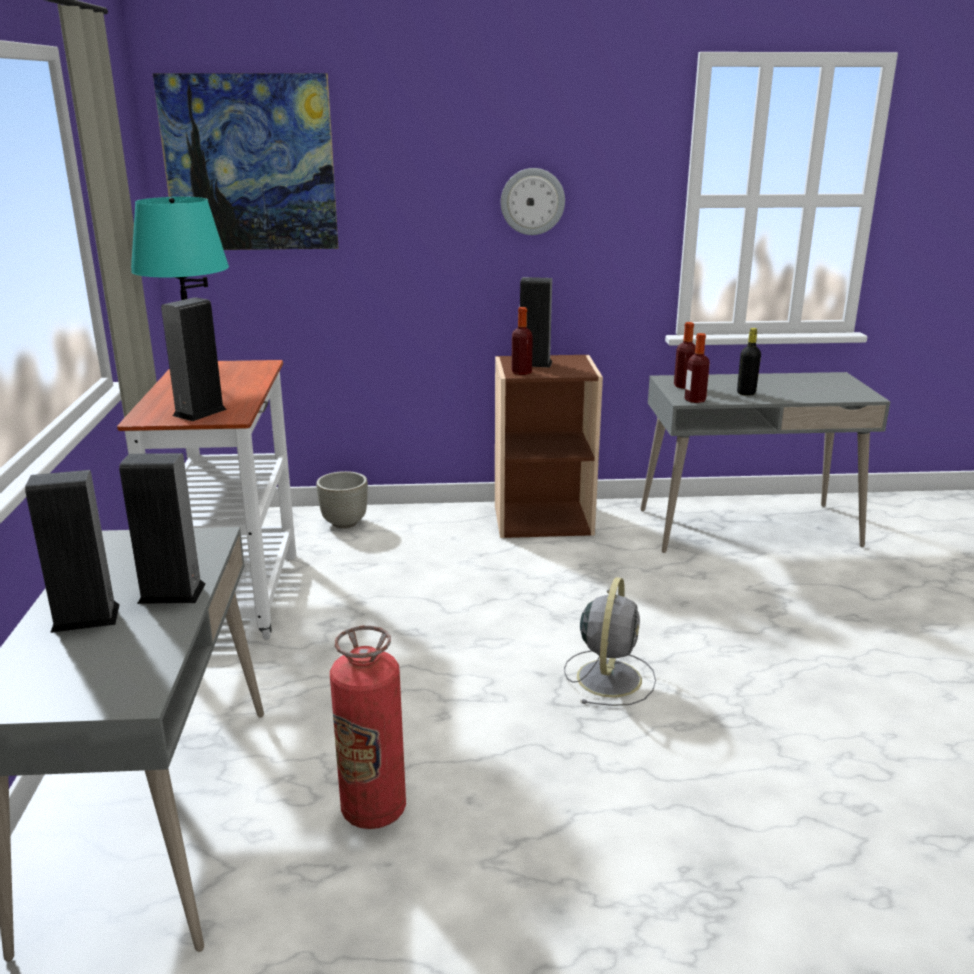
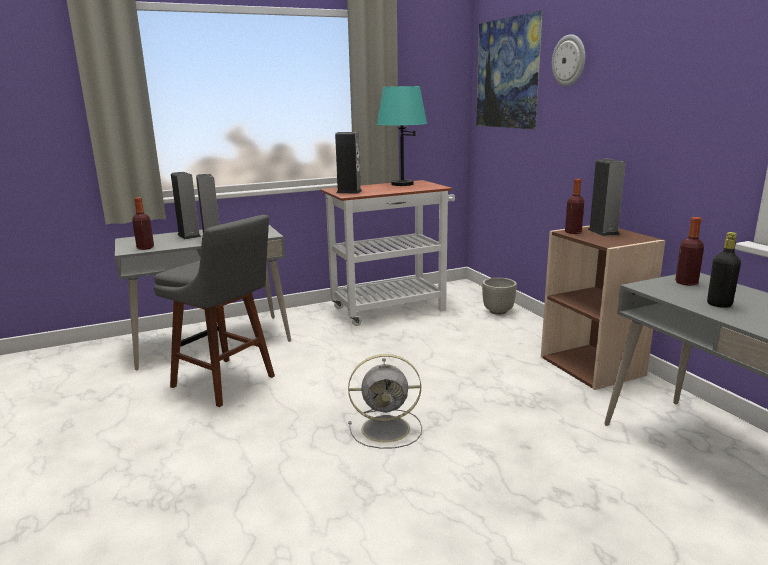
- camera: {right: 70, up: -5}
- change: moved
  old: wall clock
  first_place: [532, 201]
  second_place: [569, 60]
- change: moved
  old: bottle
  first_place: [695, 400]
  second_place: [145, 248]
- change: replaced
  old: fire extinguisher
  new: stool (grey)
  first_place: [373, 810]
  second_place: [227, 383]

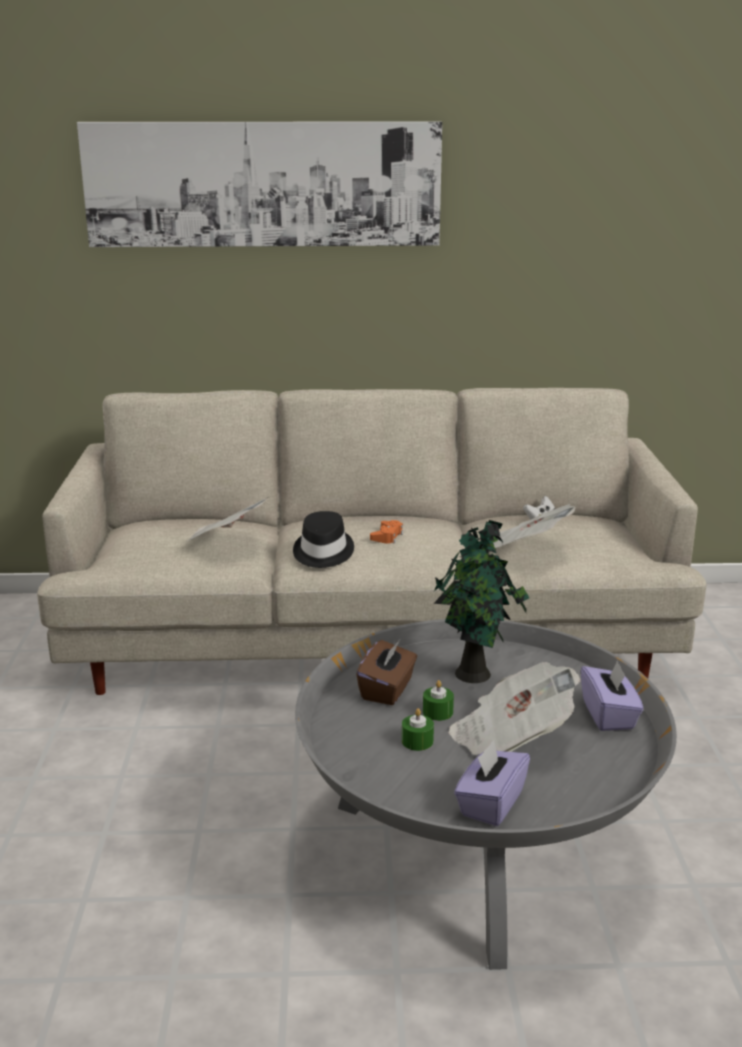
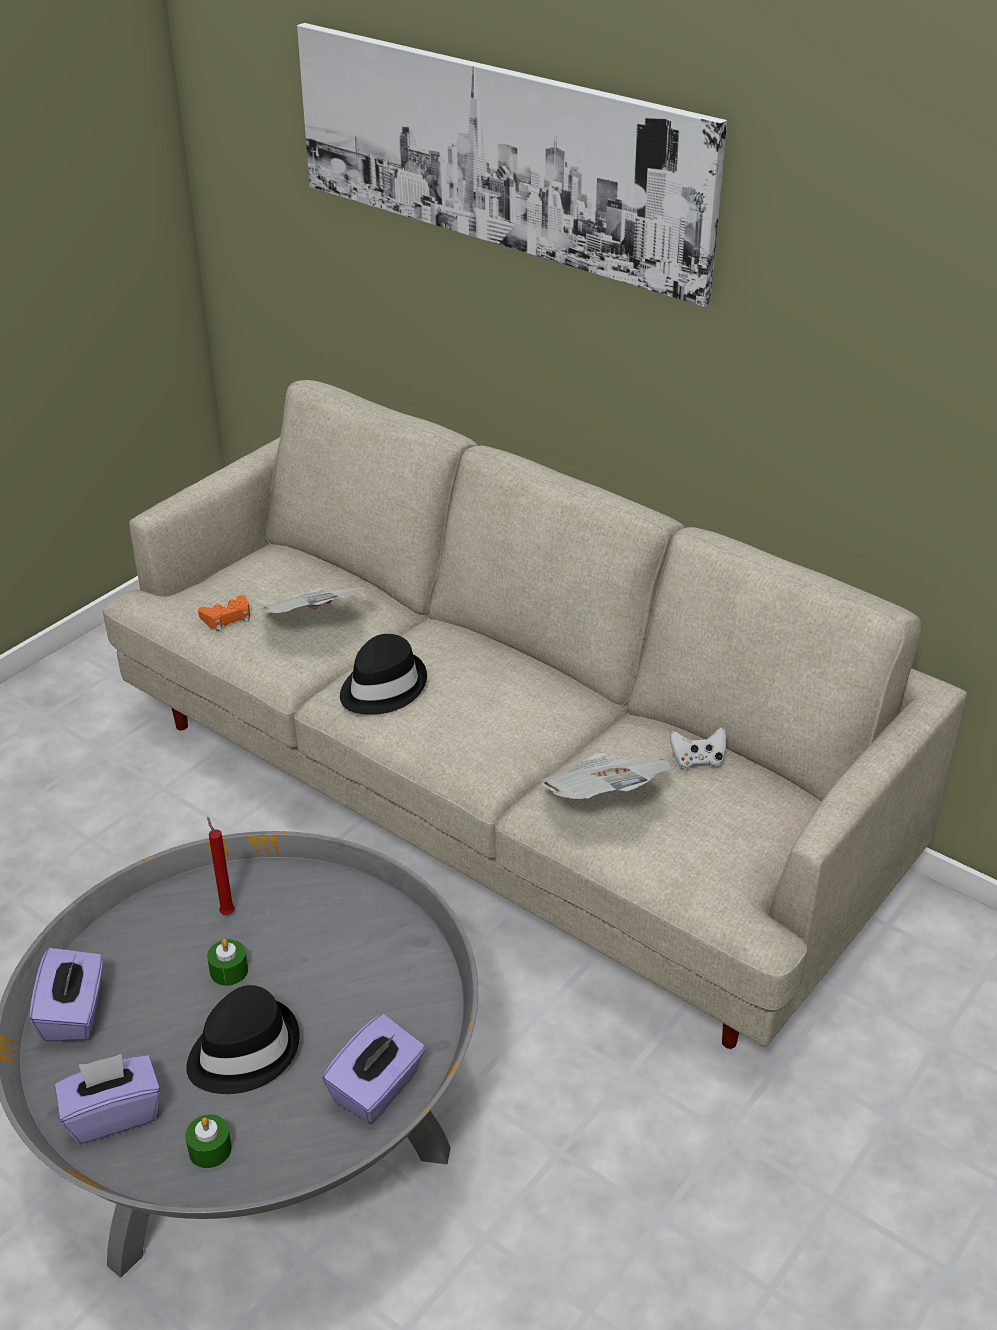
- camera: {right: 40, up: 15}
- change: moved
  old: game controller (orange)
  first_place: [387, 536]
  second_place: [227, 617]
- change: removed
  old: potted plant
  first_place: [475, 675]
- change: replaced
  old: tissue box (brown)
  new: candle (red)
  first_place: [387, 690]
  second_place: [226, 912]
- change: replaced
  old: newspaper
  new: hat (black)
  first_place: [511, 738]
  second_place: [243, 1050]
- change: moved
  old: candle (green)
  first_place: [417, 741]
  second_place: [210, 1149]
- change: added
  new: tissue box (purple)
  second_place: [74, 1013]

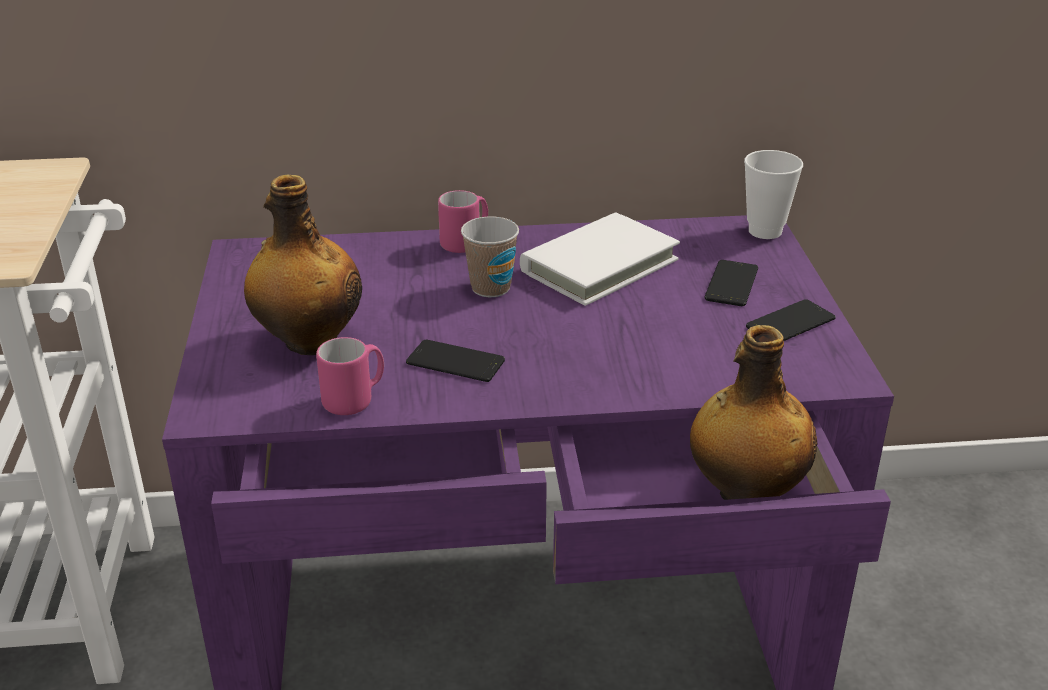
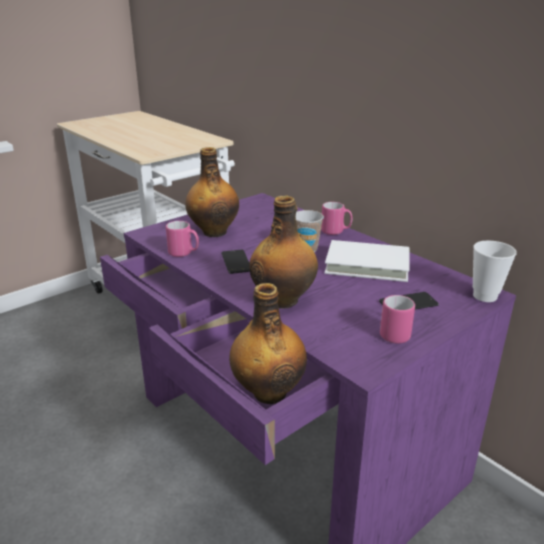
- camera: {right: 55, up: -5}
- change: replaced
  old: phone
  new: mug (pink)
  first_place: [790, 323]
  second_place: [395, 333]
- change: added
  new: bottle
  second_place: [284, 300]

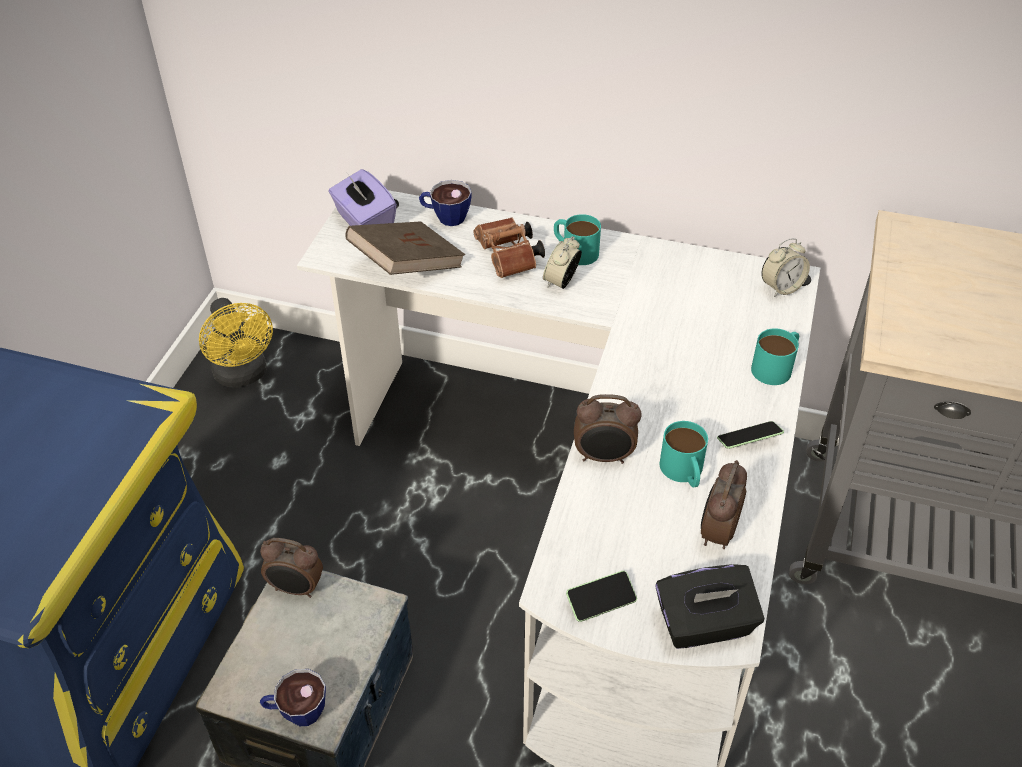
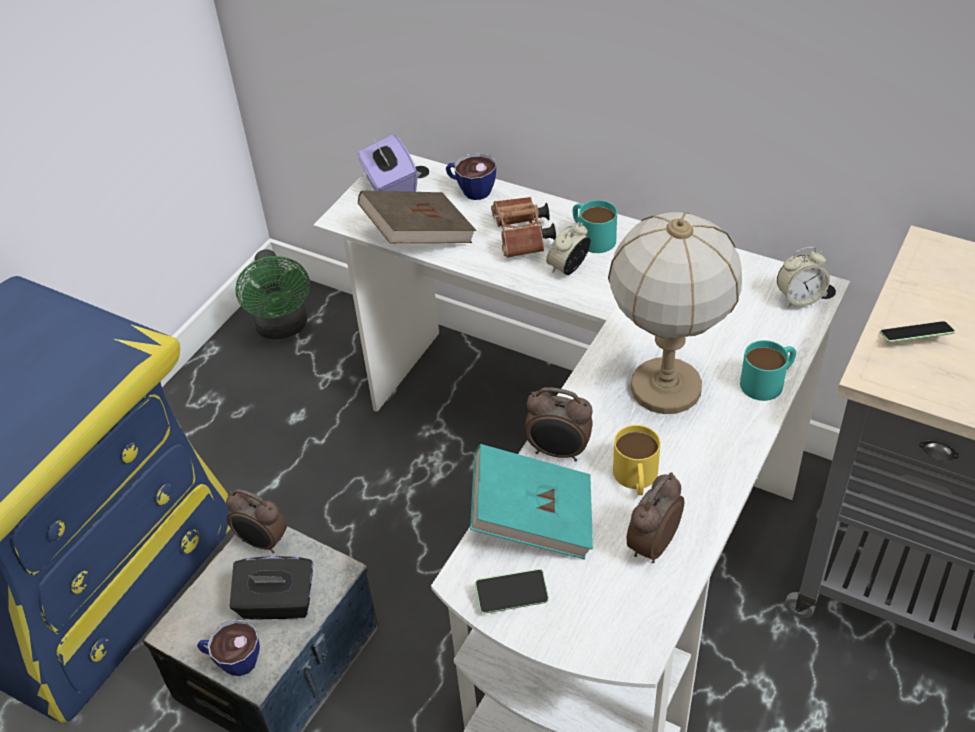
- camera: {right: 15, up: 0}
- change: recoloured
  old: fan (yellow)
  new: fan (green)
  first_place: [243, 375]
  second_place: [283, 328]
- change: recoloured
  old: mug (turquoise)
  new: mug (yellow)
  first_place: [684, 472]
  second_place: [636, 479]
- change: moved
  old: phone
  first_place: [748, 441]
  second_place: [915, 339]
- change: moved
  old: tissue box (black)
  first_place: [704, 625]
  second_place: [277, 604]
- change: added
  new: table lamp
  second_place: [665, 389]
- change: added
  new: book (turquoise)
  second_place: [533, 520]

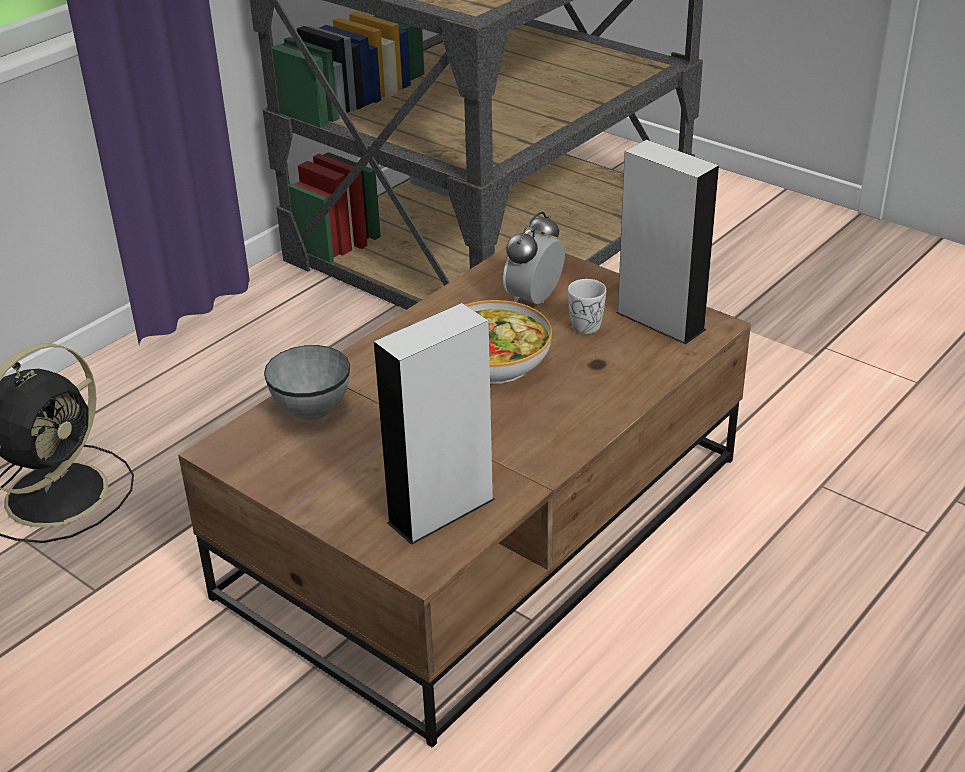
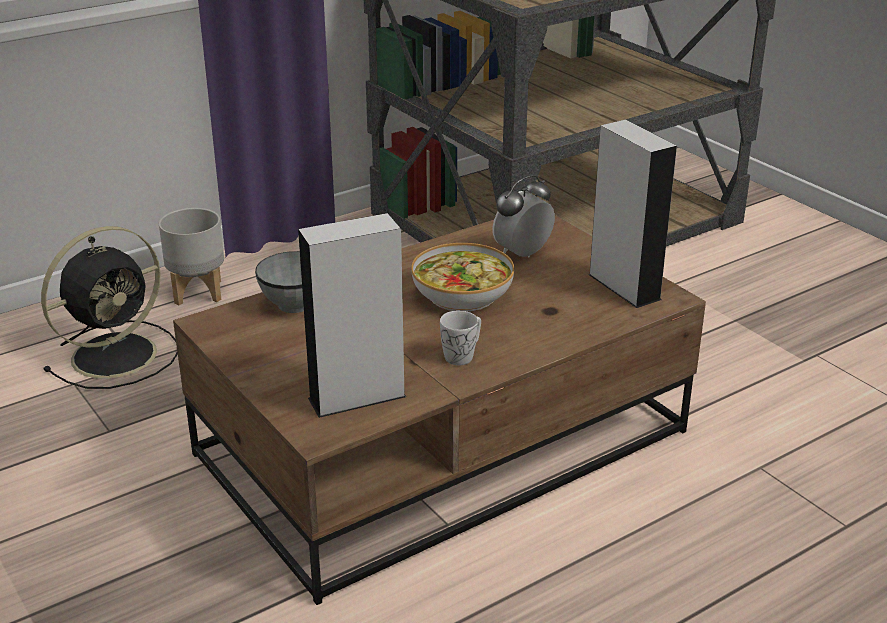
- camera: {right: 15, up: -5}
- change: moved
  old: mug (white)
  first_place: [588, 323]
  second_place: [462, 355]
- change: added
  new: planter (grey)
  second_place: [198, 292]

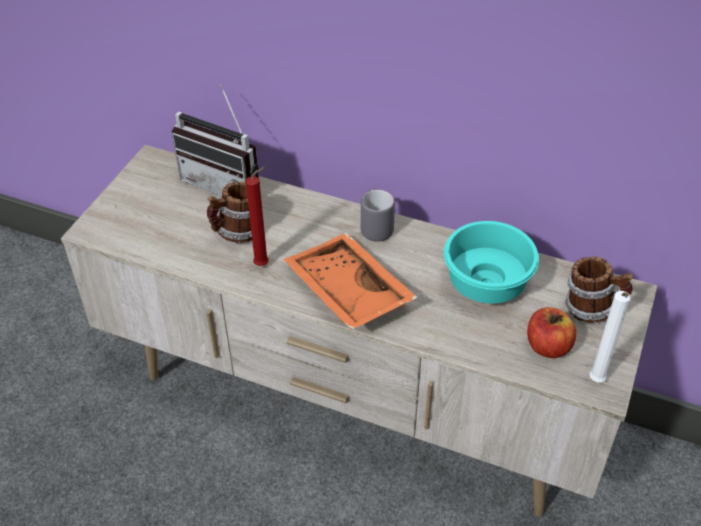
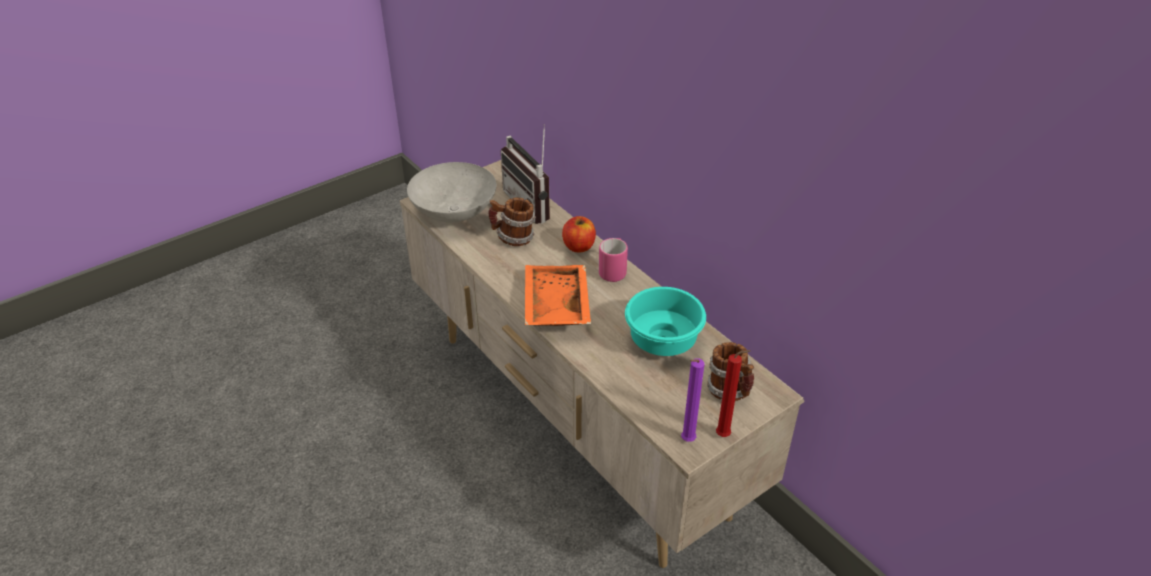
- camera: {right: 30, up: -5}
- change: moved
  old: candle (red)
  first_place: [264, 264]
  second_place: [725, 436]
- change: recoloured
  old: mug (grey)
  new: mug (pink)
  first_place: [375, 227]
  second_place: [613, 271]
- change: recoloured
  old: candle (white)
  new: candle (purple)
  first_place: [596, 382]
  second_place: [686, 441]
- change: moved
  old: apple
  first_place: [547, 346]
  second_place: [578, 246]
- change: added
  new: bowl (grey)
  second_place: [455, 214]

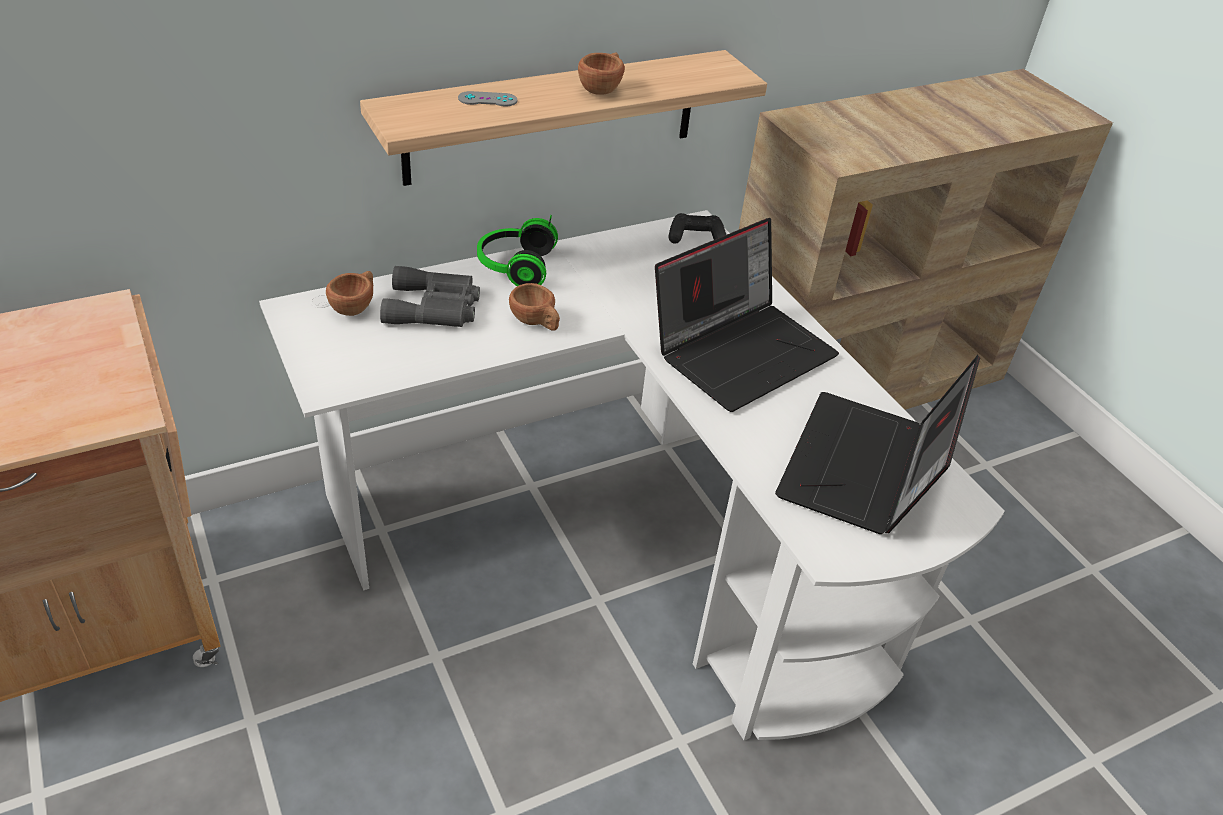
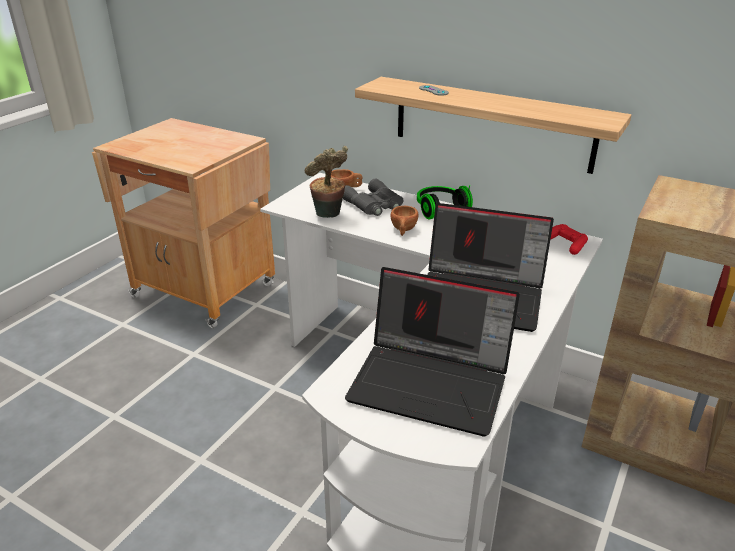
- camera: {right: 60, up: -10}
- change: removed
  old: cup (brown)
  first_place: [602, 89]
- change: recoloured
  old: game controller (black)
  new: game controller (red)
  first_place: [696, 237]
  second_place: [565, 244]
- change: turned
  old: laptop
  first_place: [865, 470]
  second_place: [432, 382]
  degrees: -150
- change: added
  new: potted plant
  second_place: [329, 216]

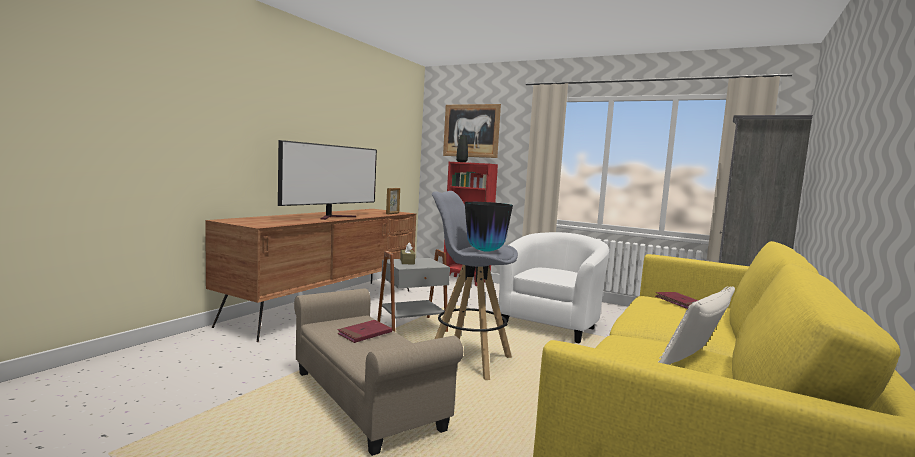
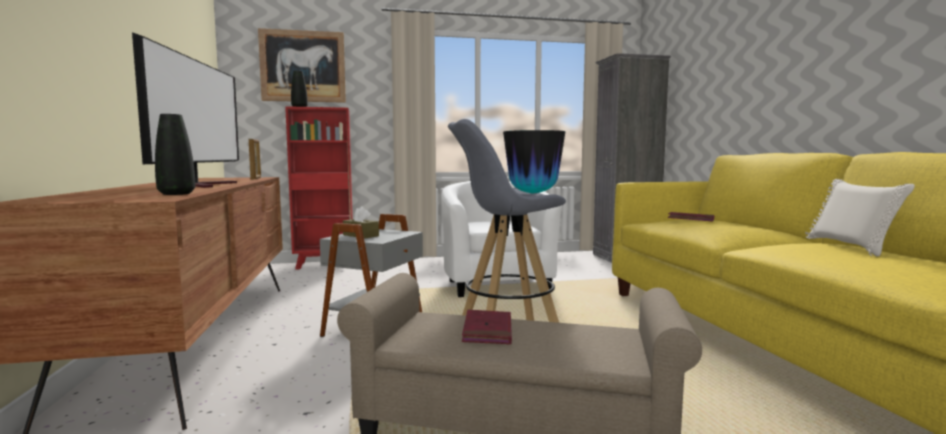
- camera: {right: -40, up: 0}
- change: added
  new: vase (black)
  second_place: [176, 194]

